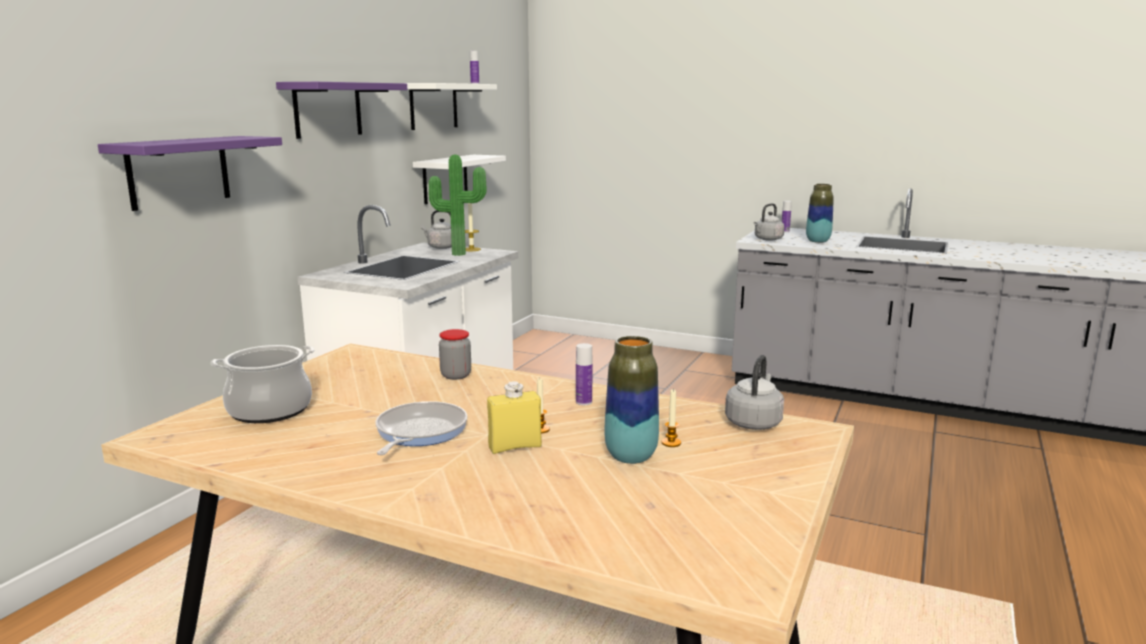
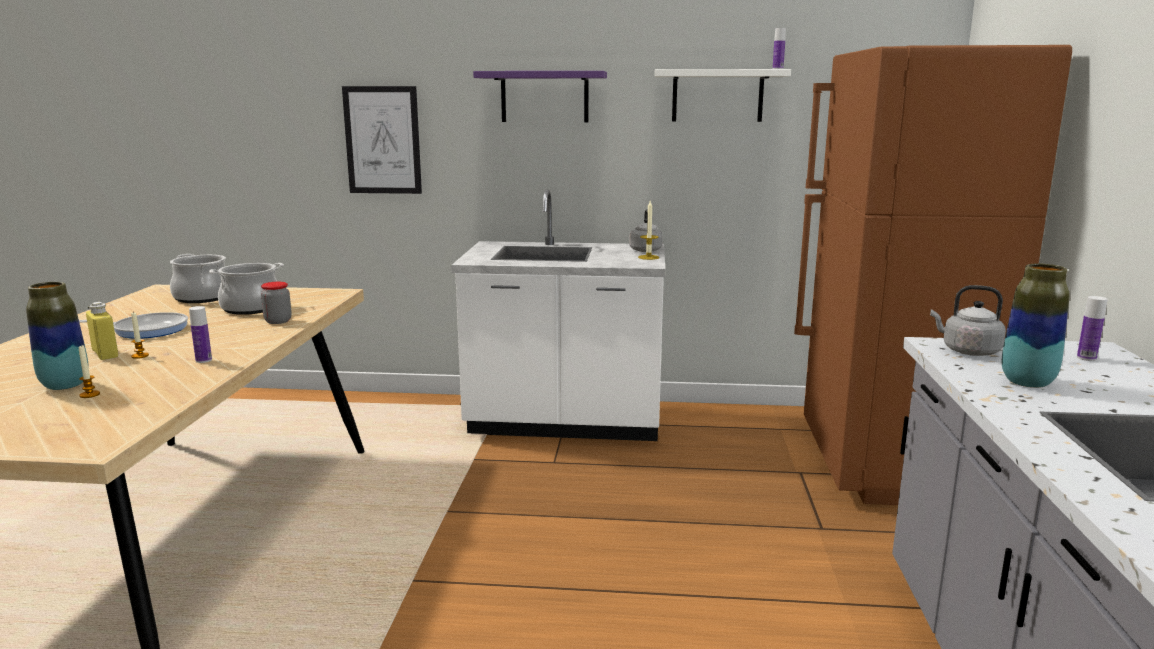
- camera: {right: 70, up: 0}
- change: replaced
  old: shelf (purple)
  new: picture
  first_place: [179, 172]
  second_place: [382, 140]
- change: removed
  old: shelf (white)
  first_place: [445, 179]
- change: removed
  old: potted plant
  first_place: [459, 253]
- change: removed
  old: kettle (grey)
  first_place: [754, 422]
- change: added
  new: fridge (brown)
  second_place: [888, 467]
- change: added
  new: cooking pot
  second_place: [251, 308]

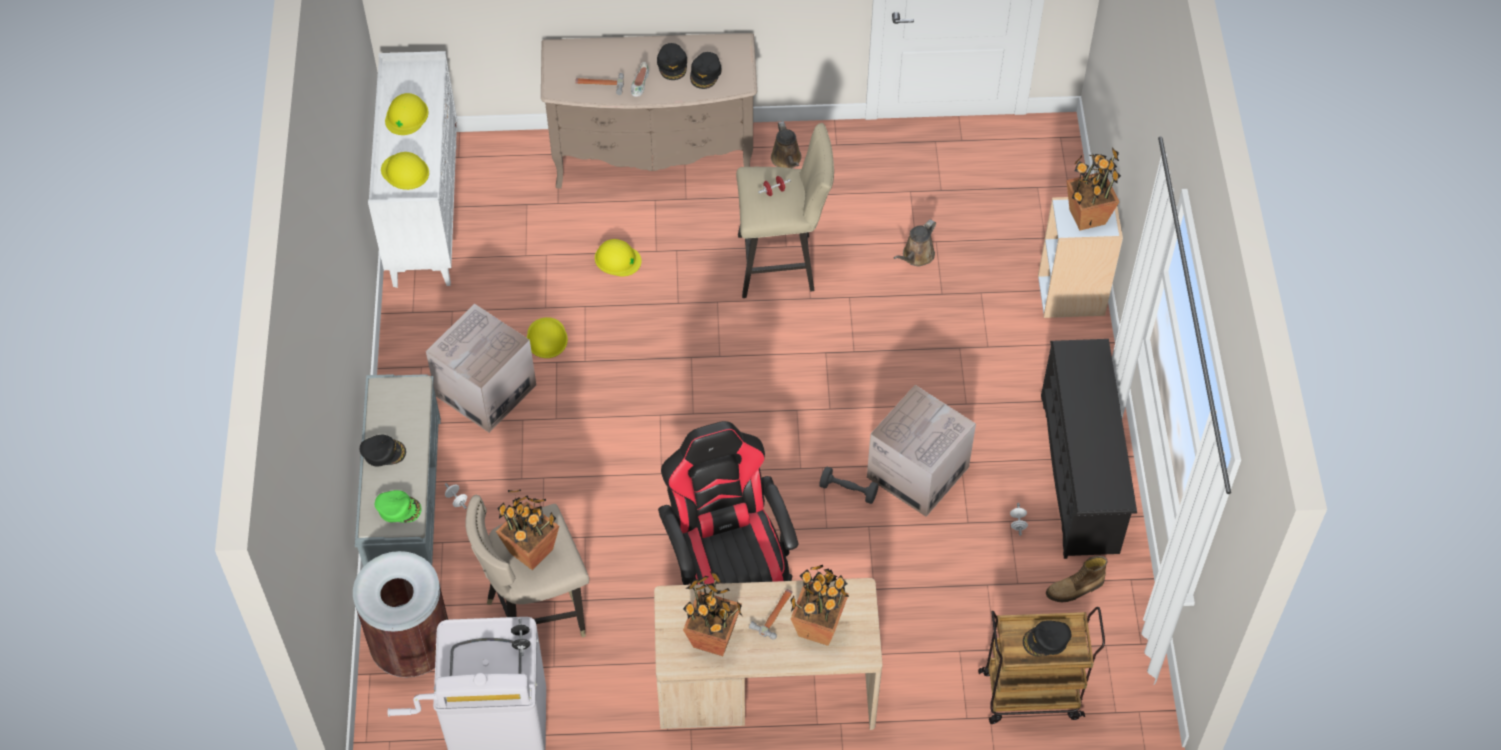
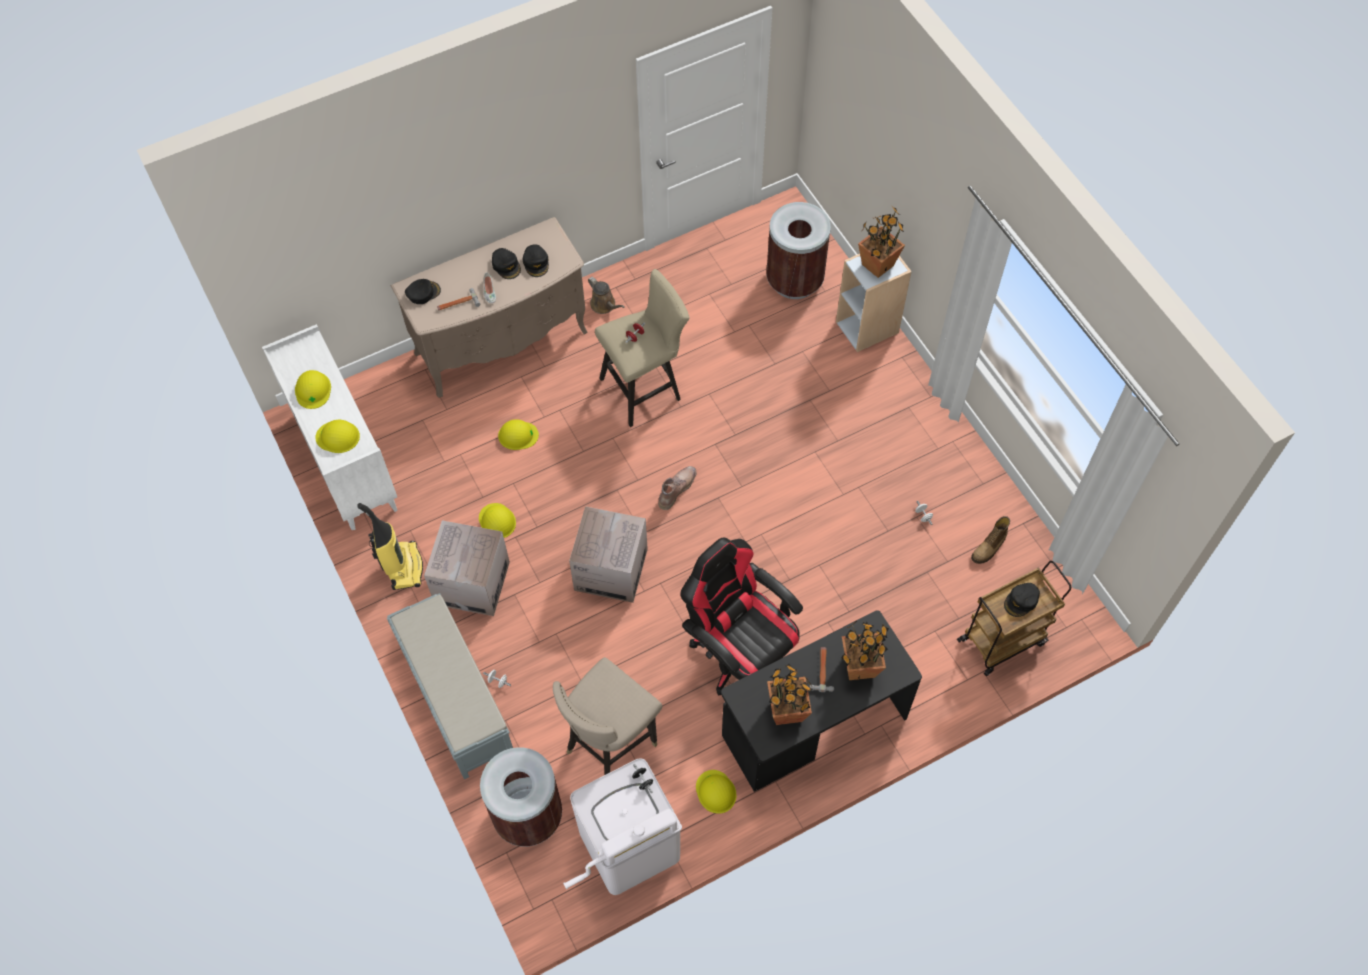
- camera: {right: -25, up: 5}
- change: removed
  old: watering can (brown)
  first_place: [916, 256]
- change: removed
  old: shoe rack (black)
  first_place: [1081, 474]
- change: moved
  old: cardboard box
  first_place: [918, 472]
  second_place: [611, 569]
- change: moved
  old: cap (black)
  first_place: [383, 452]
  second_place: [423, 293]
- change: removed
  old: dumbbell (grey)
  first_place: [848, 490]
- change: removed
  old: potted plant
  first_place: [532, 551]
- change: removed
  old: cap (green)
  first_place: [398, 508]
- change: recoloured
  old: desk (beige)
  new: desk (black)
  first_place: [766, 690]
  second_place: [813, 724]
- change: added
  new: trash can (brown)
  second_place: [795, 280]
- change: added
  new: boot (brown)
  second_place: [676, 488]
- change: added
  new: vacuum cleaner
  second_place: [403, 566]
- change: added
  new: hard hat (yellow)
  second_place: [716, 792]

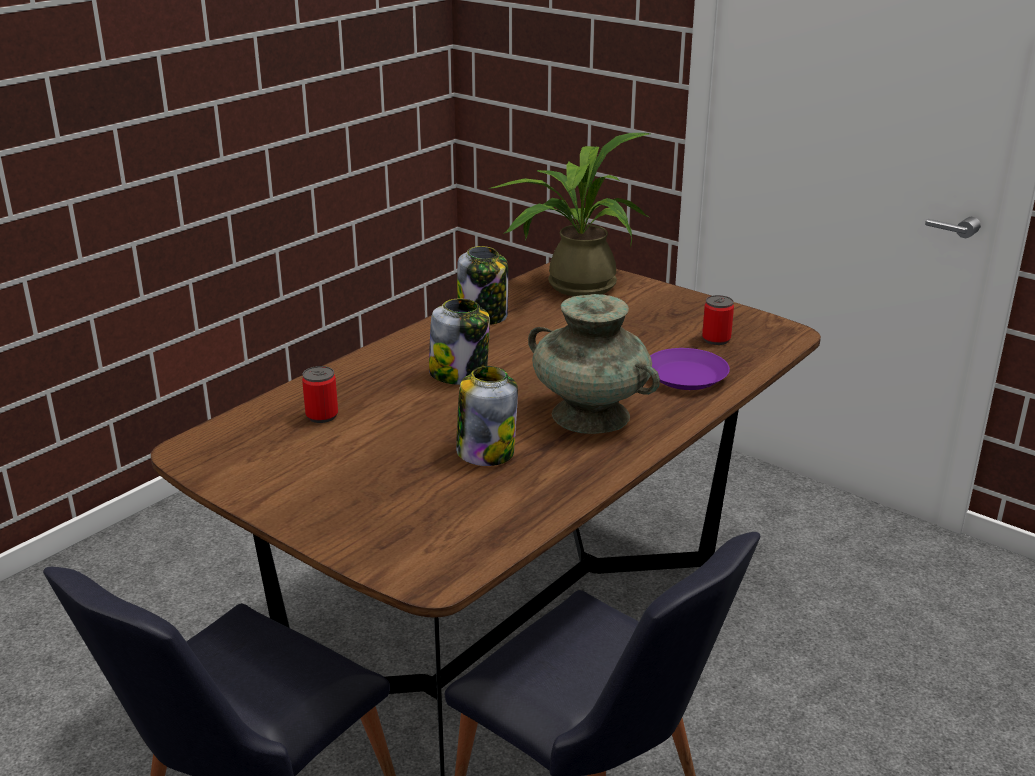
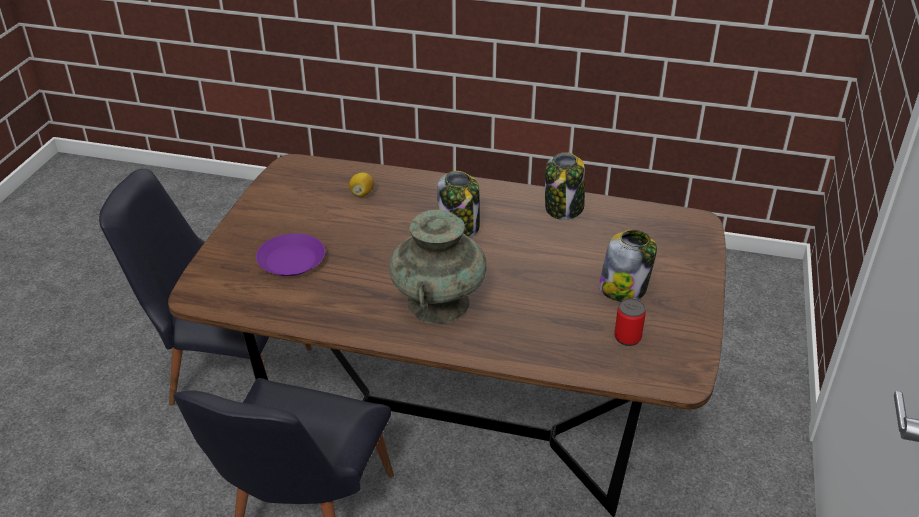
- camera: {right: 65, up: 10}
- change: removed
  old: potted plant
  first_place: [573, 285]
- change: moved
  old: plate (purple)
  first_place: [687, 376]
  second_place: [291, 261]
- change: replaced
  old: can
  new: lemon
  first_place: [322, 416]
  second_place: [362, 193]
- change: moved
  old: jar
  first_place: [485, 452]
  second_place: [624, 288]

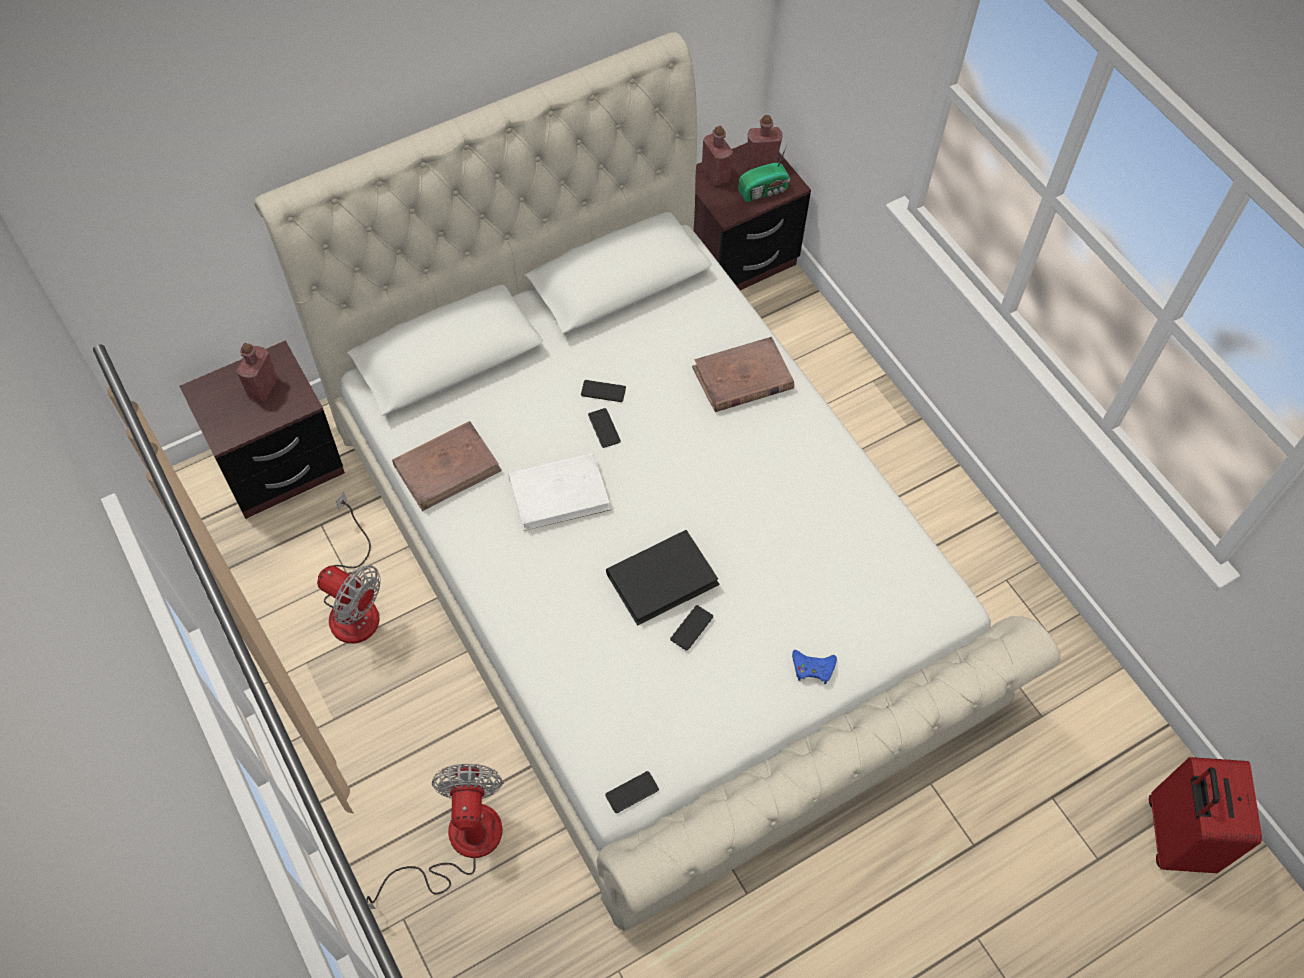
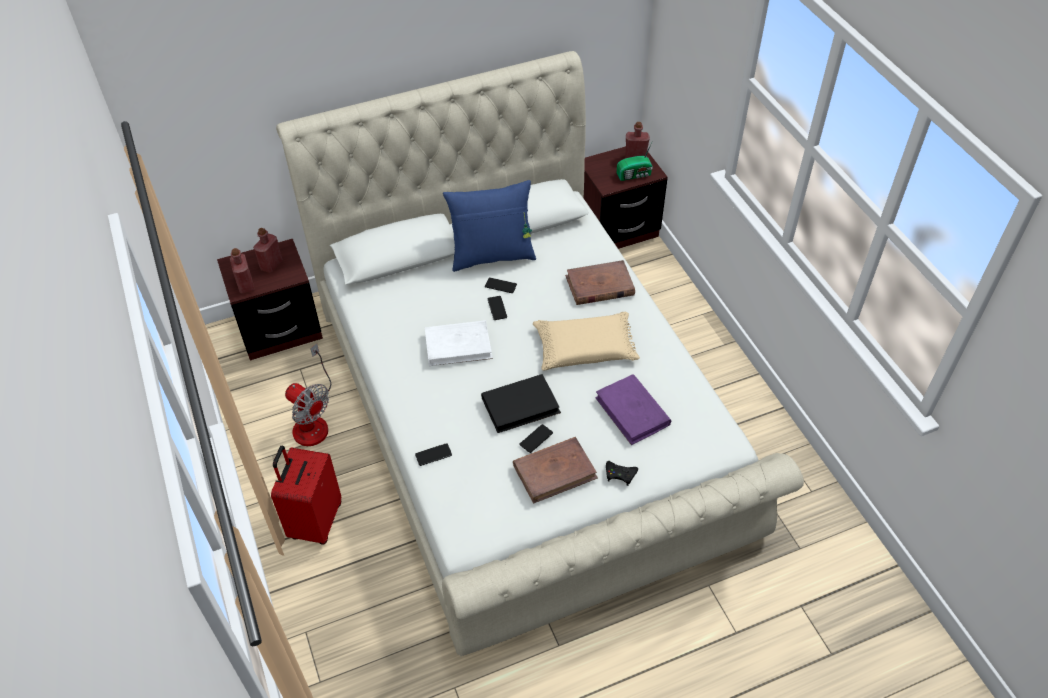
- camera: {right: 10, up: -10}
- change: moved
  old: bottle (red)
  first_place: [715, 174]
  second_place: [245, 285]
- change: moved
  old: book (brown)
  first_place: [447, 468]
  second_place: [555, 471]
- change: recoloured
  old: game controller (blue)
  new: game controller (black)
  first_place: [813, 668]
  second_place: [620, 474]
- change: moved
  old: suitcase (red)
  first_place: [1174, 835]
  second_place: [315, 521]
- change: removed
  old: fan
  first_place: [458, 844]
- change: moved
  old: phone
  first_place: [632, 792]
  second_place: [433, 455]
- change: added
  new: pillow (blue)
  second_place: [492, 257]
- change: added
  new: pillow (beige)
  second_place: [585, 346]
- change: added
  new: book (purple)
  second_place: [632, 412]

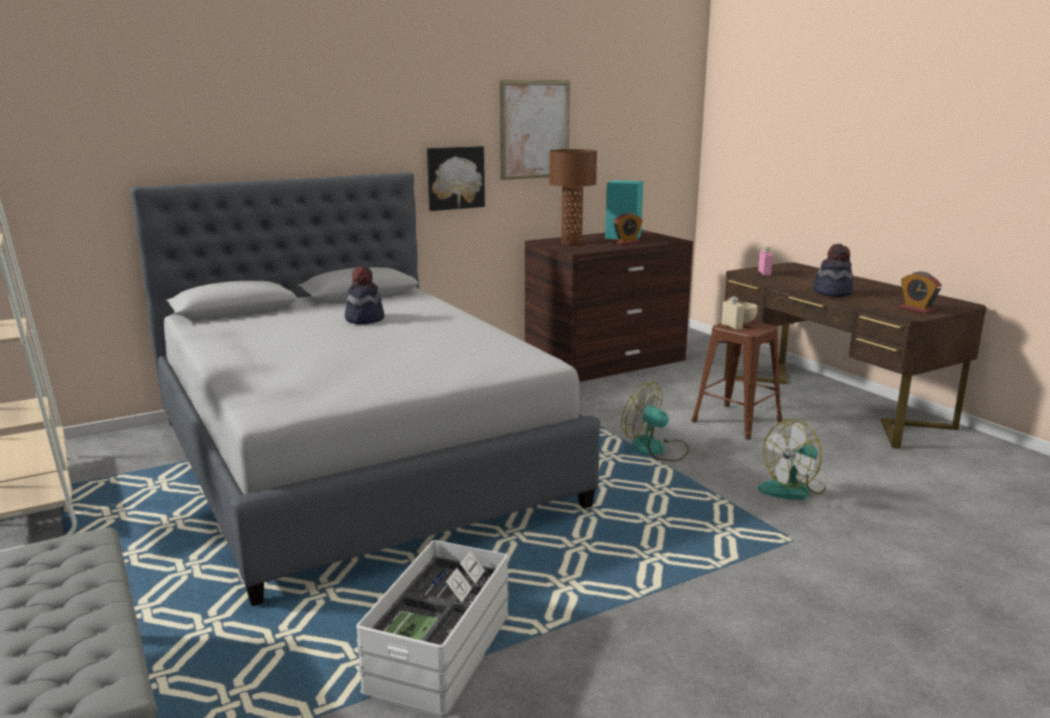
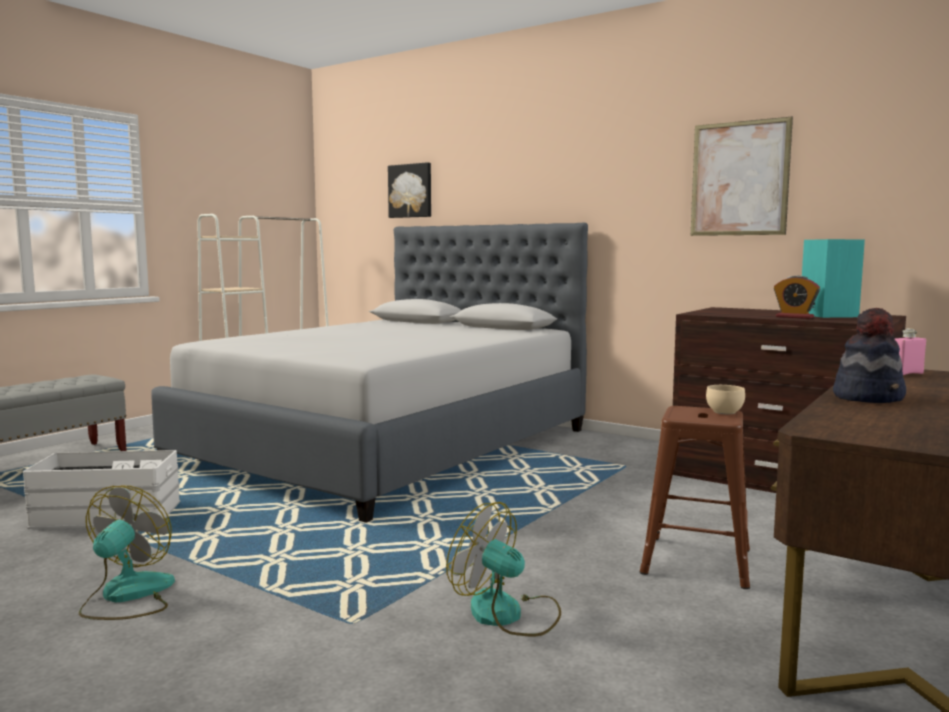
- camera: {right: 65, up: -10}
- change: moved
  old: picture
  first_place: [455, 178]
  second_place: [411, 191]
- change: removed
  old: table lamp (brown)
  first_place: [571, 243]
- change: removed
  old: hat
  first_place: [364, 319]
- change: removed
  old: alarm clock
  first_place: [916, 309]
- change: removed
  old: bottle (beige)
  first_place: [731, 326]
- change: moved
  old: fan
  first_place: [656, 450]
  second_place: [127, 596]

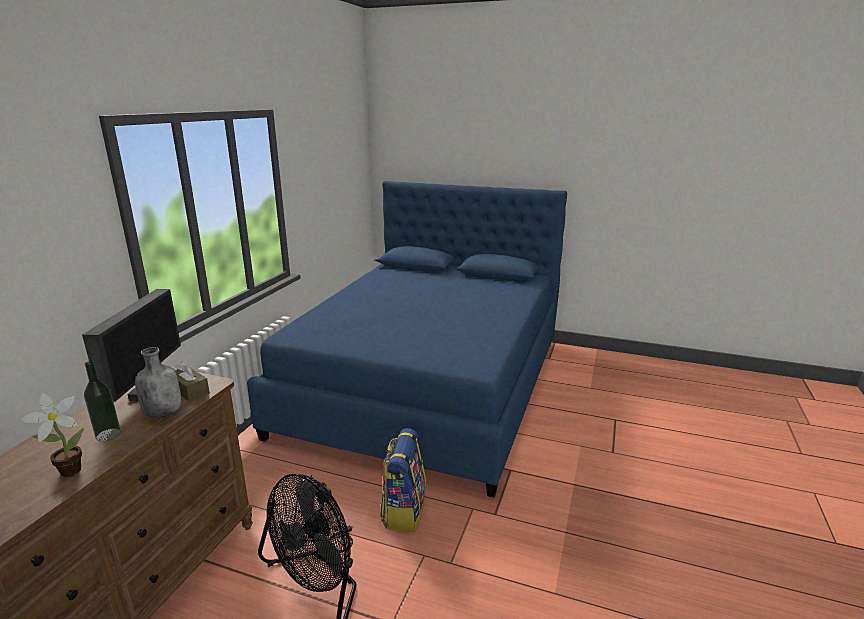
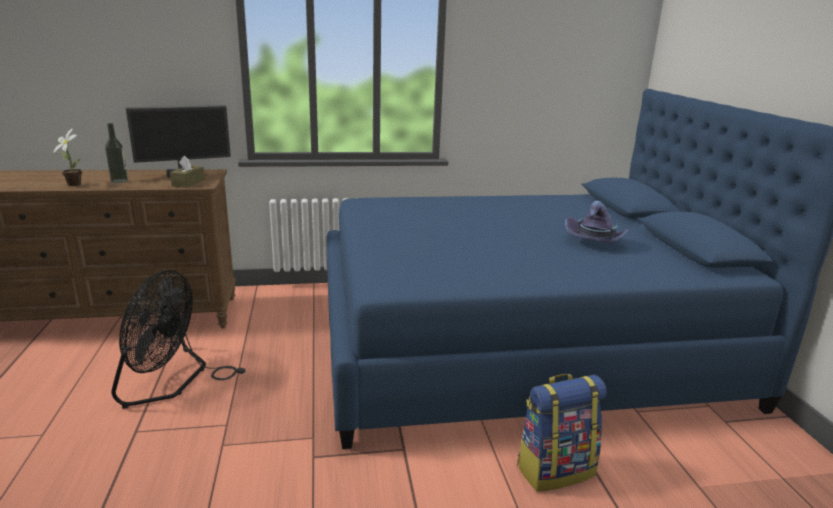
- camera: {right: 60, up: 0}
- change: removed
  old: bottle (grey)
  first_place: [163, 413]
- change: moved
  old: backpack
  first_place: [403, 510]
  second_place: [555, 469]
- change: added
  new: hat (purple)
  second_place: [594, 241]

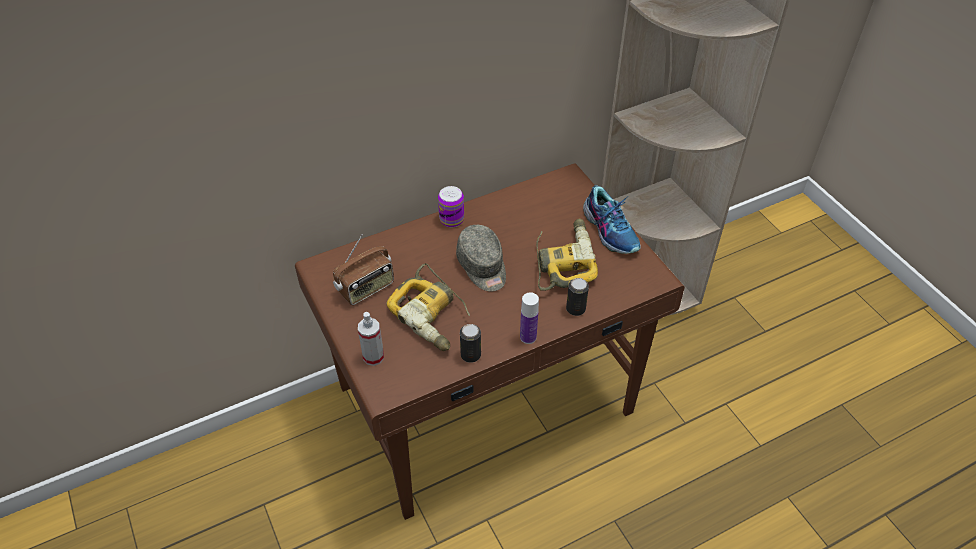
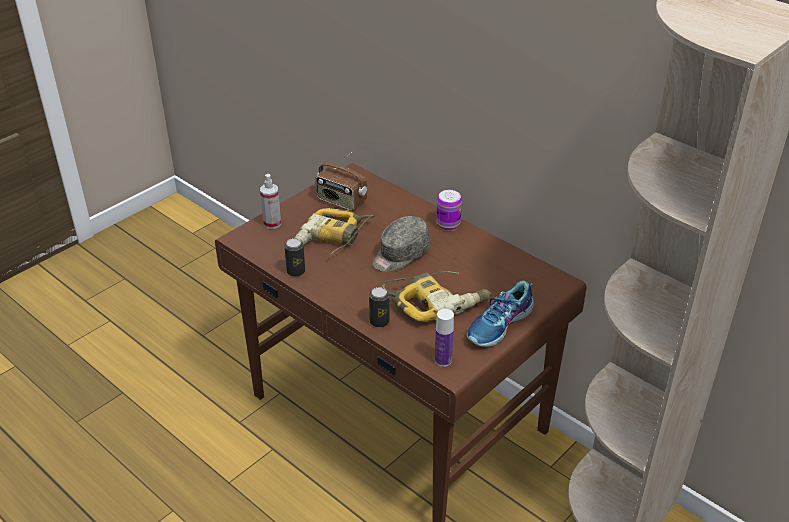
- camera: {right: 70, up: -10}
- change: moved
  old: bottle
  first_place: [528, 337]
  second_place: [443, 360]

